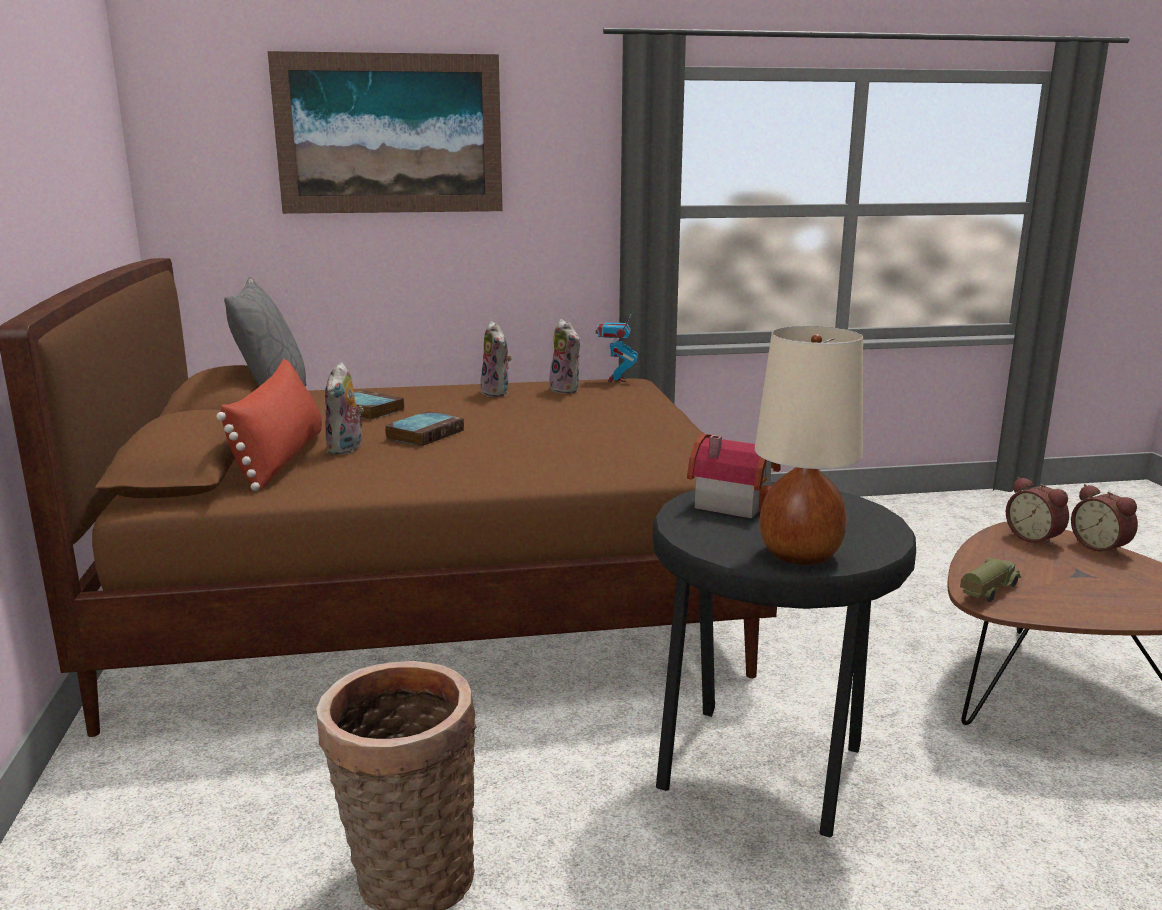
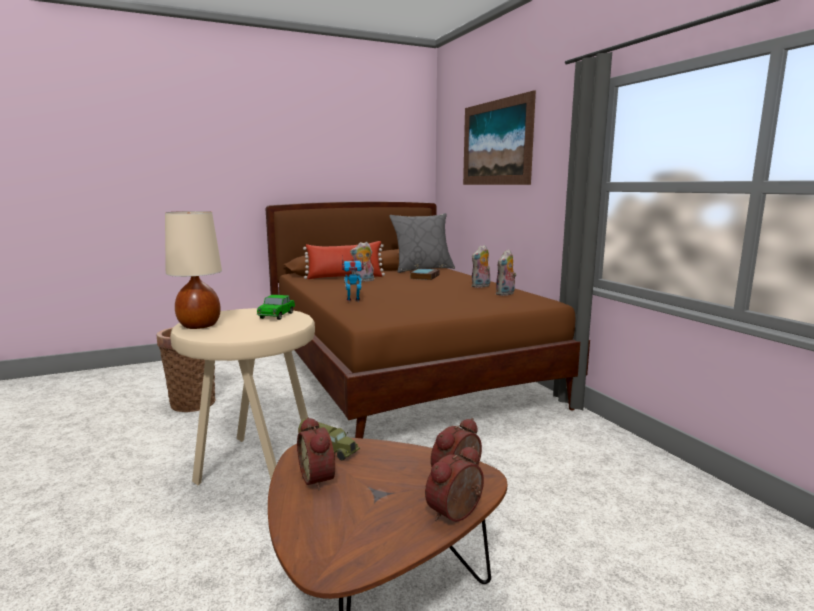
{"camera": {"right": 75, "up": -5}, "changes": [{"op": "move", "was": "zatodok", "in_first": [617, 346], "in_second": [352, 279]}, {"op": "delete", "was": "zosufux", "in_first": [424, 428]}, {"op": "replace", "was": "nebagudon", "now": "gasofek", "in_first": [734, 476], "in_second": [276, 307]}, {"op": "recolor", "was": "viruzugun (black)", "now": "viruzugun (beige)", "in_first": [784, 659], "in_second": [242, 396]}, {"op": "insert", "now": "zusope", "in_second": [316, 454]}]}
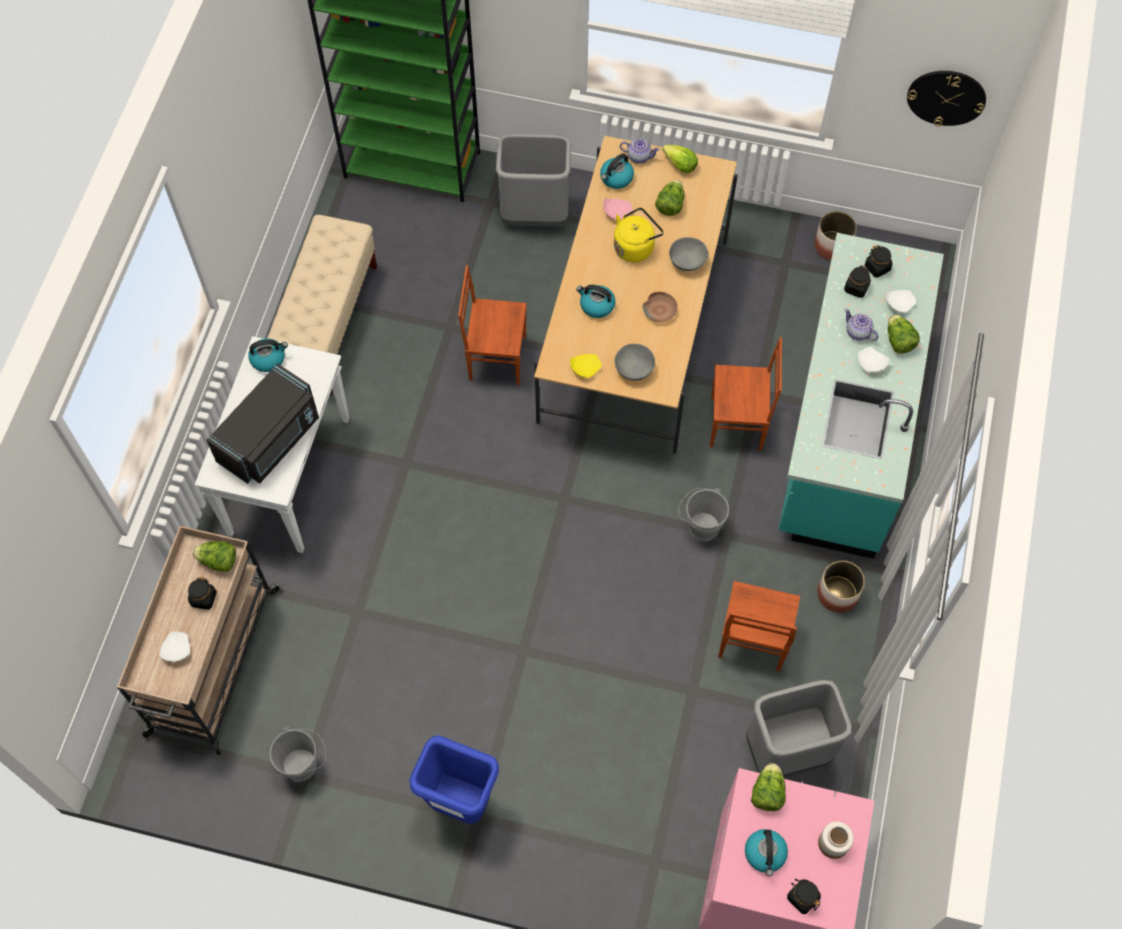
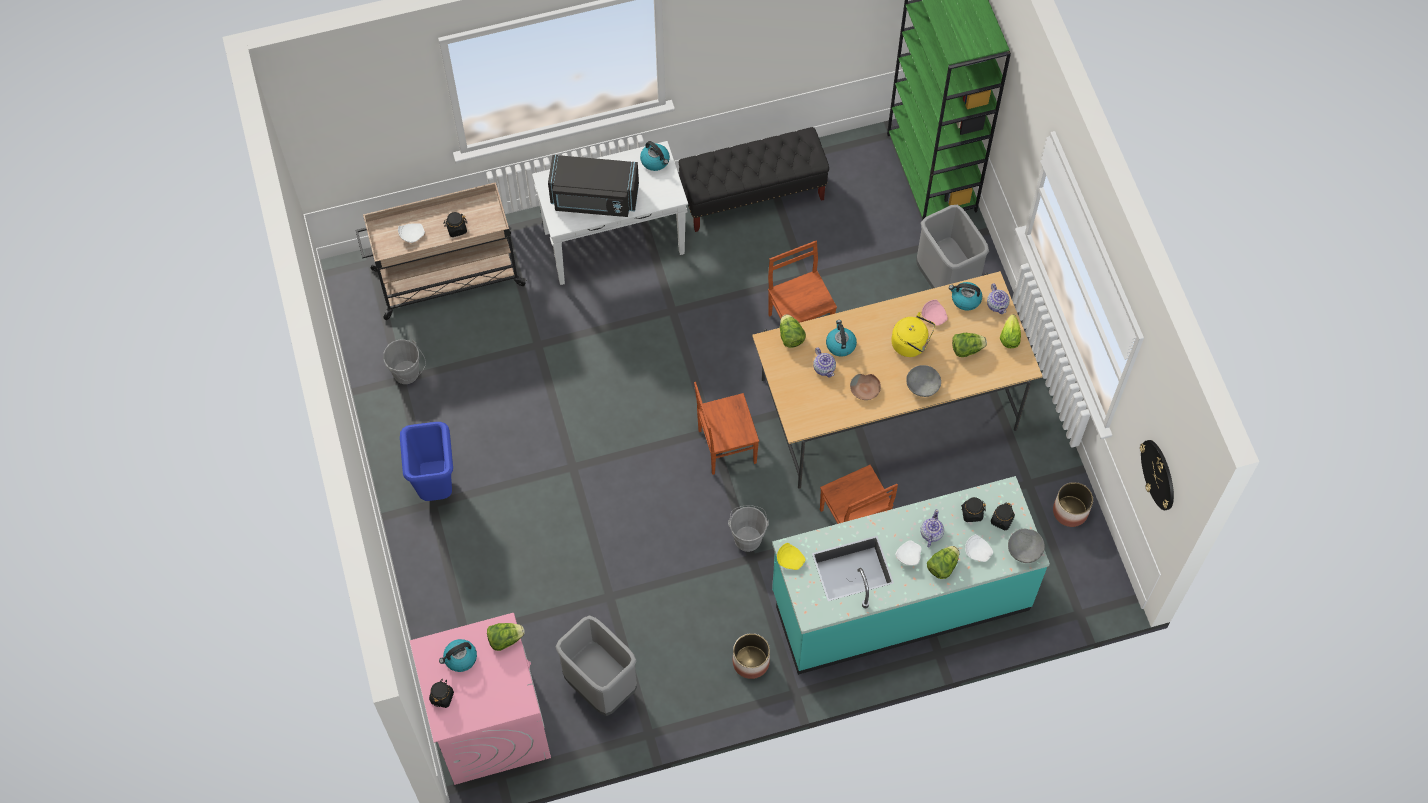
{"camera": {"right": 60, "up": 0}, "changes": [{"op": "recolor", "was": "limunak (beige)", "now": "limunak (black)", "in_first": [322, 305], "in_second": [754, 179]}, {"op": "move", "was": "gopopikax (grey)", "in_first": [634, 362], "in_second": [1026, 546]}, {"op": "move", "was": "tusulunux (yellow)", "in_first": [586, 366], "in_second": [791, 556]}, {"op": "move", "was": "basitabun", "in_first": [214, 556], "in_second": [793, 331]}, {"op": "move", "was": "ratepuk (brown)", "in_first": [759, 626], "in_second": [726, 428]}, {"op": "delete", "was": "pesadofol", "in_first": [836, 840]}, {"op": "insert", "now": "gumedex", "in_second": [824, 362]}]}
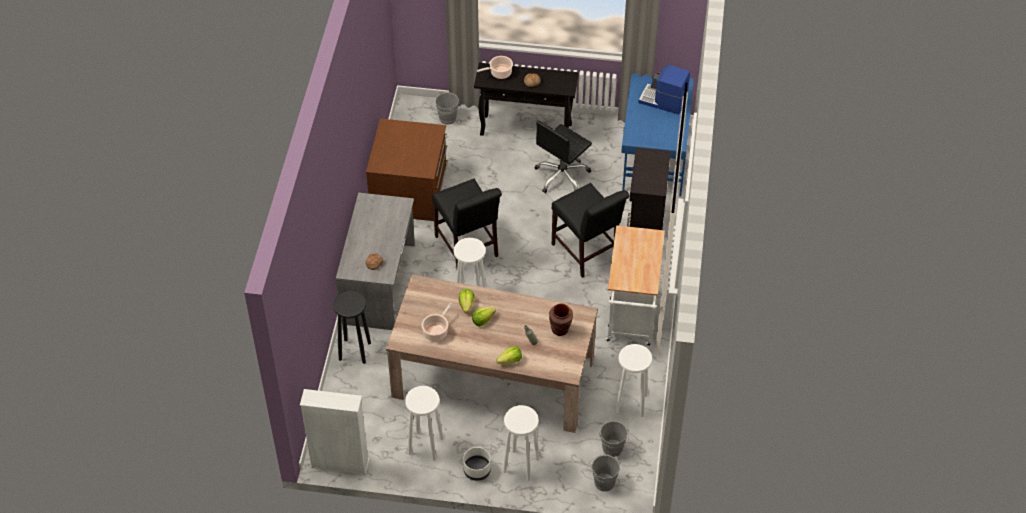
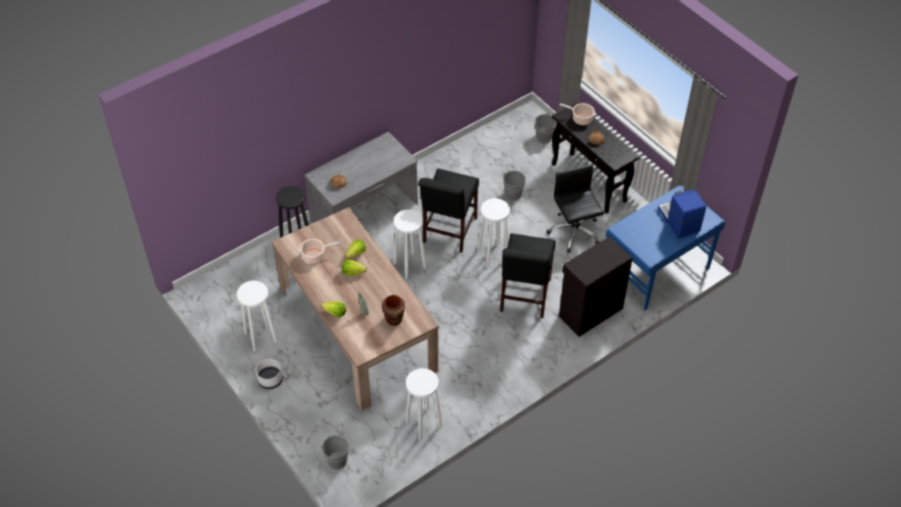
{"camera": {"right": 45, "up": 0}, "changes": [{"op": "delete", "was": "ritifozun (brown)", "in_first": [407, 169]}, {"op": "rotate", "was": "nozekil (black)", "in_first": [563, 157], "in_second": [575, 208], "clockwise": 75}, {"op": "delete", "was": "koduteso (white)", "in_first": [635, 285]}, {"op": "delete", "was": "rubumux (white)", "in_first": [335, 432]}, {"op": "move", "was": "viruzugun (white)", "in_first": [521, 443], "in_second": [493, 232]}, {"op": "move", "was": "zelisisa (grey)", "in_first": [614, 439], "in_second": [513, 185]}]}
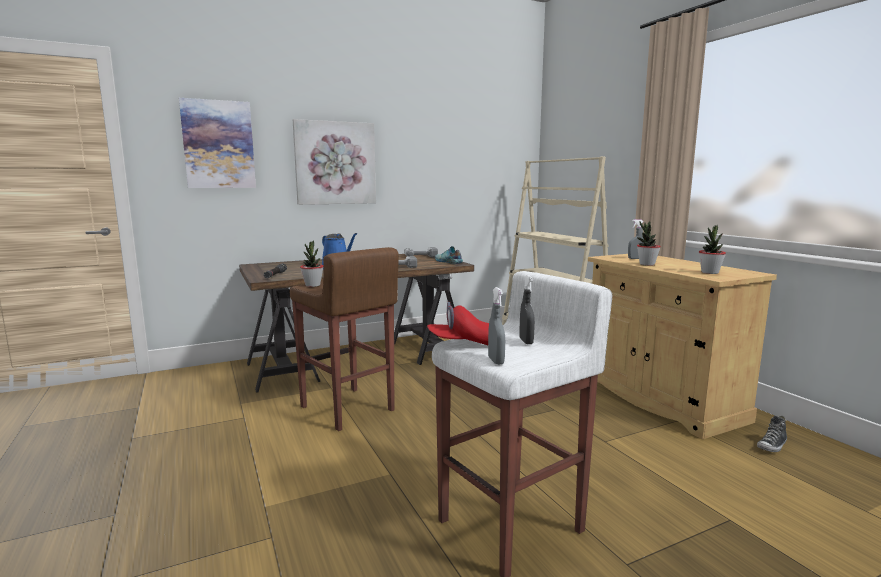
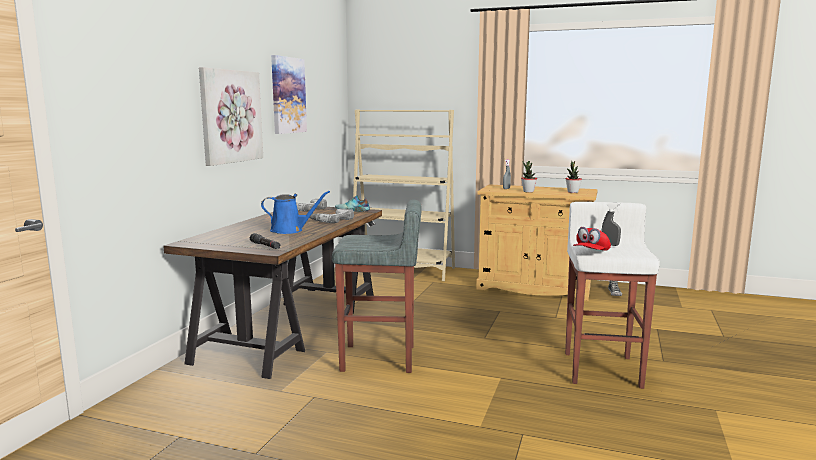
{"camera": {"right": -45, "up": 0}, "changes": [{"op": "move", "was": "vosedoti", "in_first": [217, 143], "in_second": [289, 94]}, {"op": "delete", "was": "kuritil", "in_first": [311, 263]}, {"op": "recolor", "was": "viruzugun (brown)", "now": "viruzugun (grey)", "in_first": [344, 339], "in_second": [377, 286]}, {"op": "delete", "was": "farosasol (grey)", "in_first": [496, 326]}]}
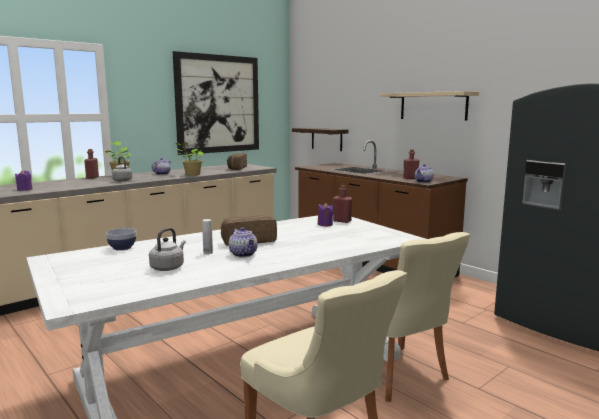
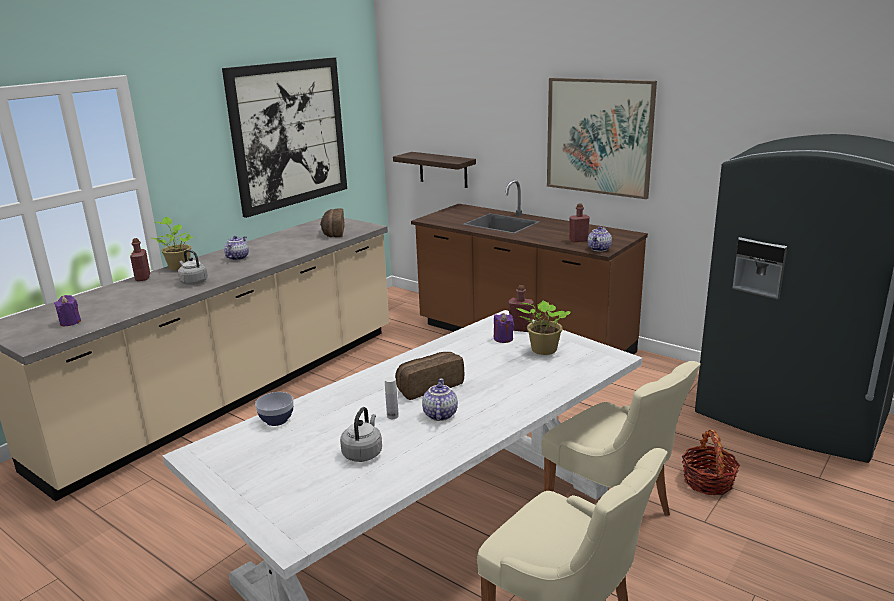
{"camera": {"right": -10, "up": 10}, "changes": [{"op": "replace", "was": "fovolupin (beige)", "now": "vosedoti", "in_first": [429, 106], "in_second": [602, 138]}, {"op": "move", "was": "kuritil", "in_first": [189, 159], "in_second": [543, 328]}, {"op": "rotate", "was": "gumedex", "in_first": [243, 242], "in_second": [440, 399], "clockwise": -135}, {"op": "insert", "now": "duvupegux", "in_second": [711, 462]}]}
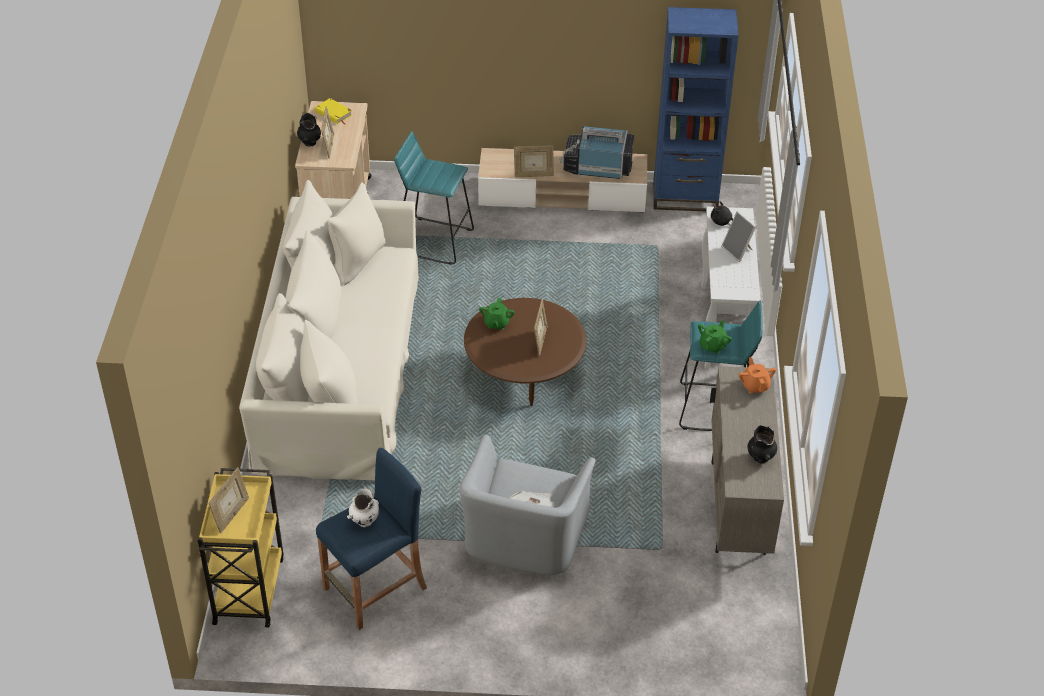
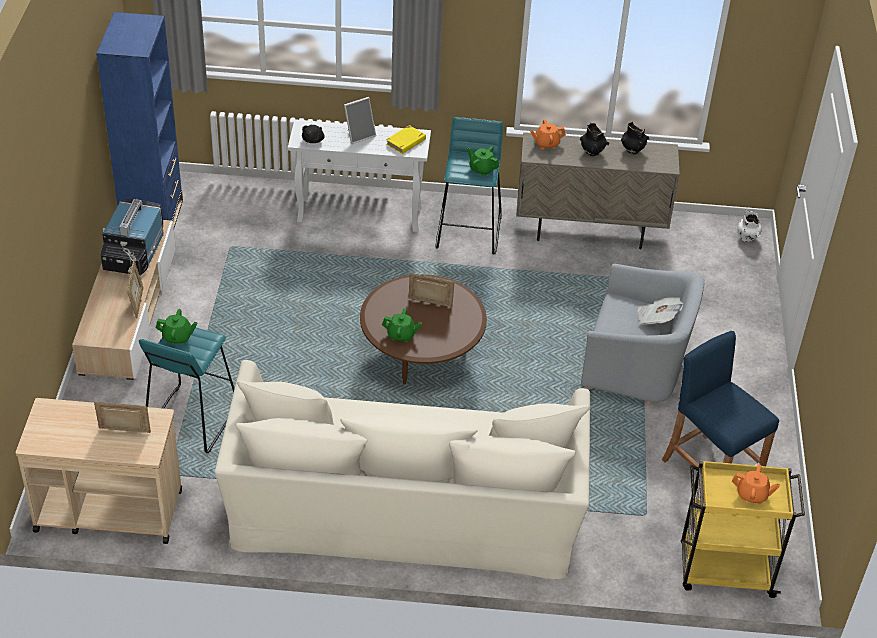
{"camera": {"right": -90, "up": 0}, "changes": [{"op": "move", "was": "zosufux (yellow)", "in_first": [333, 111], "in_second": [406, 139]}, {"op": "move", "was": "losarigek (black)", "in_first": [309, 130], "in_second": [594, 139]}, {"op": "replace", "was": "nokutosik", "now": "gumedex (orange)", "in_first": [229, 500], "in_second": [756, 484]}, {"op": "move", "was": "losarigek (white)", "in_first": [363, 507], "in_second": [749, 226]}, {"op": "insert", "now": "gumedex (green)", "in_second": [176, 326]}]}
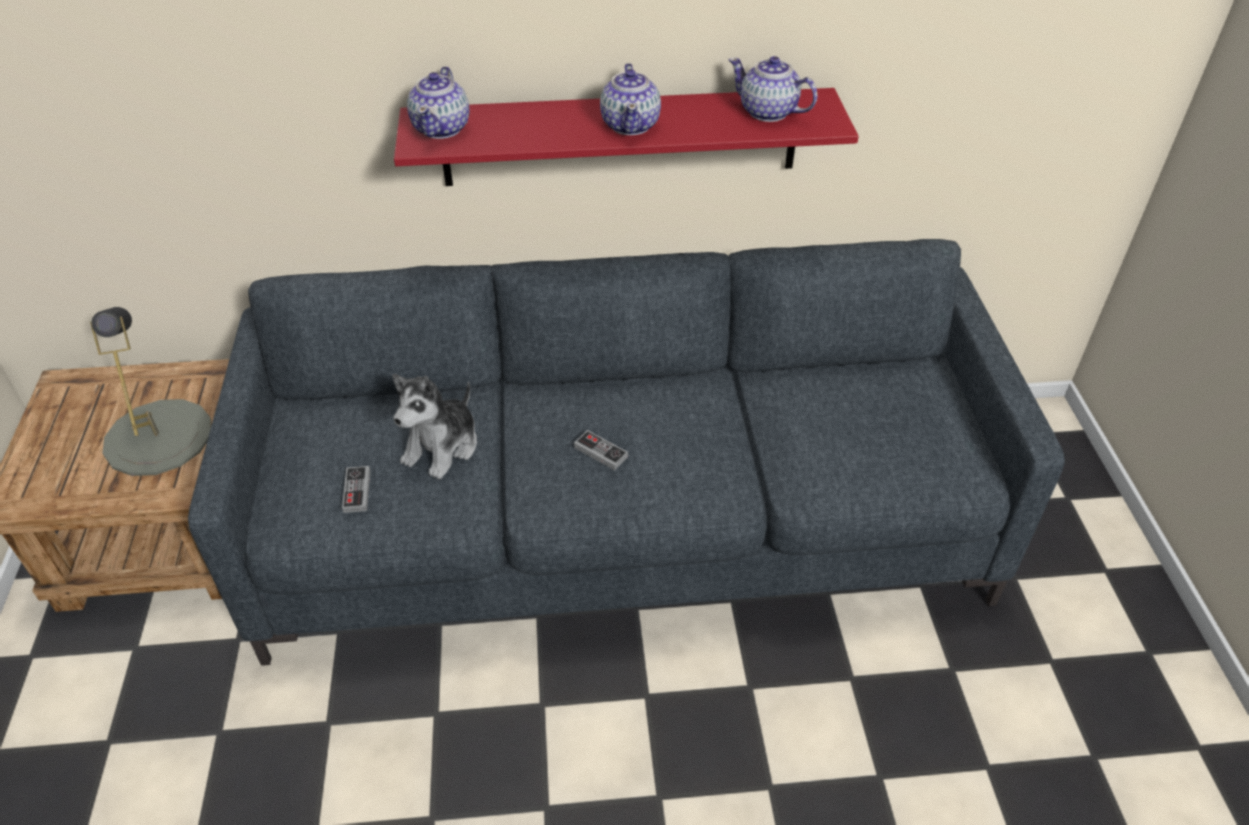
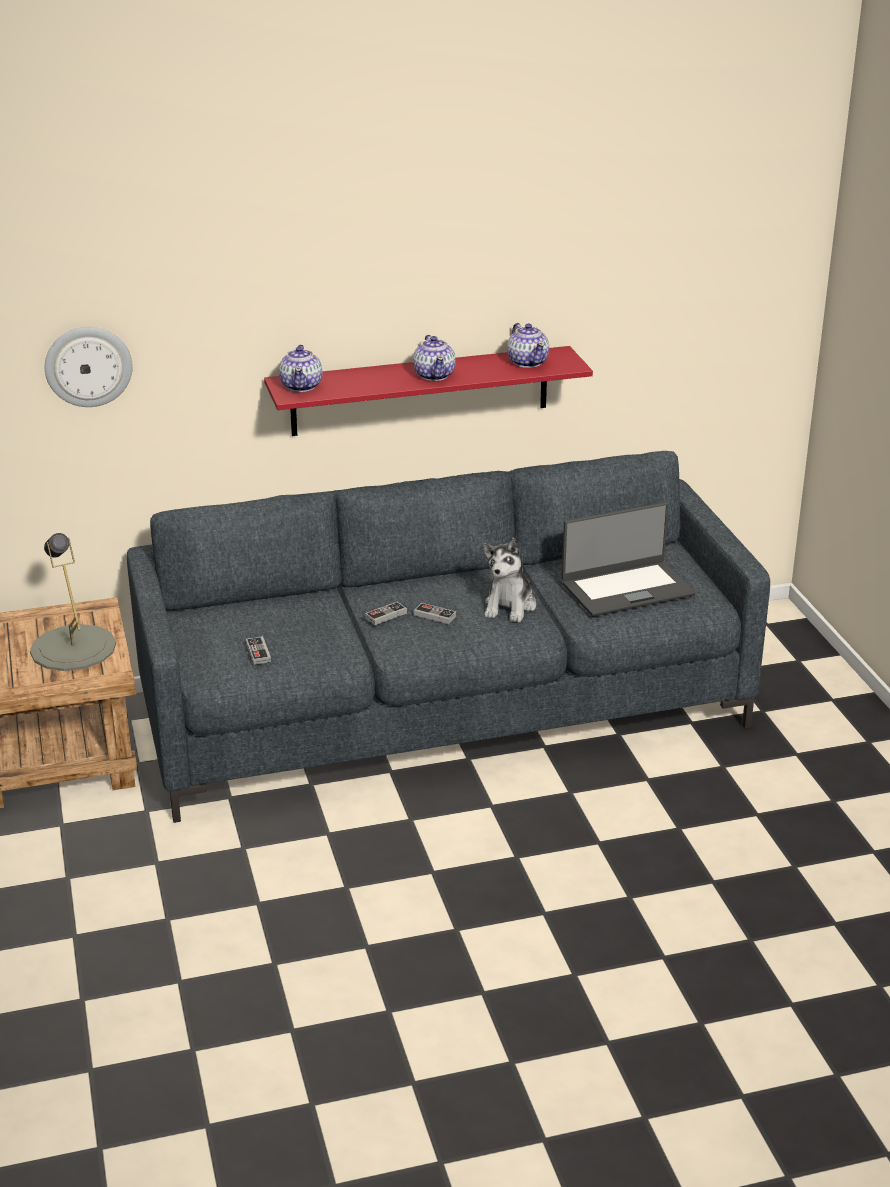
{"camera": {"right": -10, "up": -15}, "changes": [{"op": "rotate", "was": "gumedex", "in_first": [773, 89], "in_second": [528, 345], "clockwise": -135}, {"op": "move", "was": "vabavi", "in_first": [434, 426], "in_second": [509, 580]}, {"op": "insert", "now": "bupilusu", "in_second": [89, 367]}, {"op": "insert", "now": "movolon", "in_second": [628, 559]}, {"op": "insert", "now": "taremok", "in_second": [386, 613]}]}
